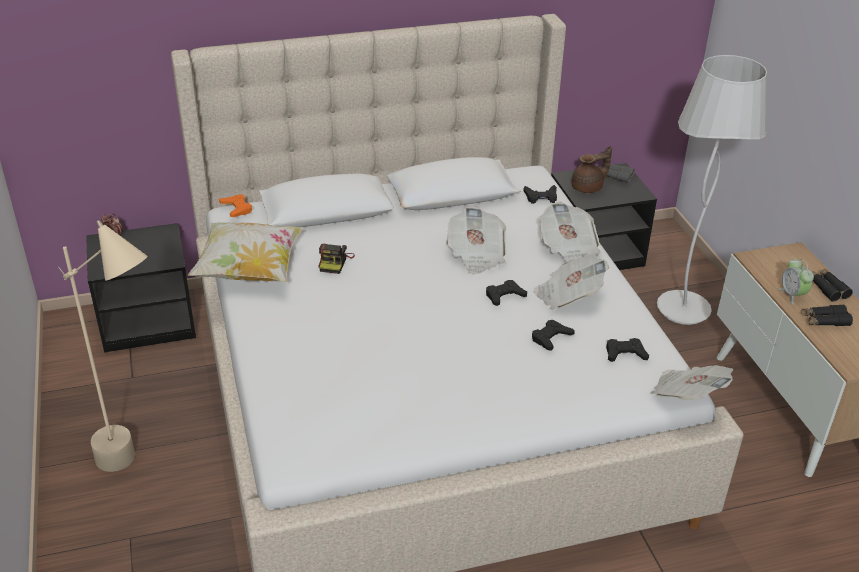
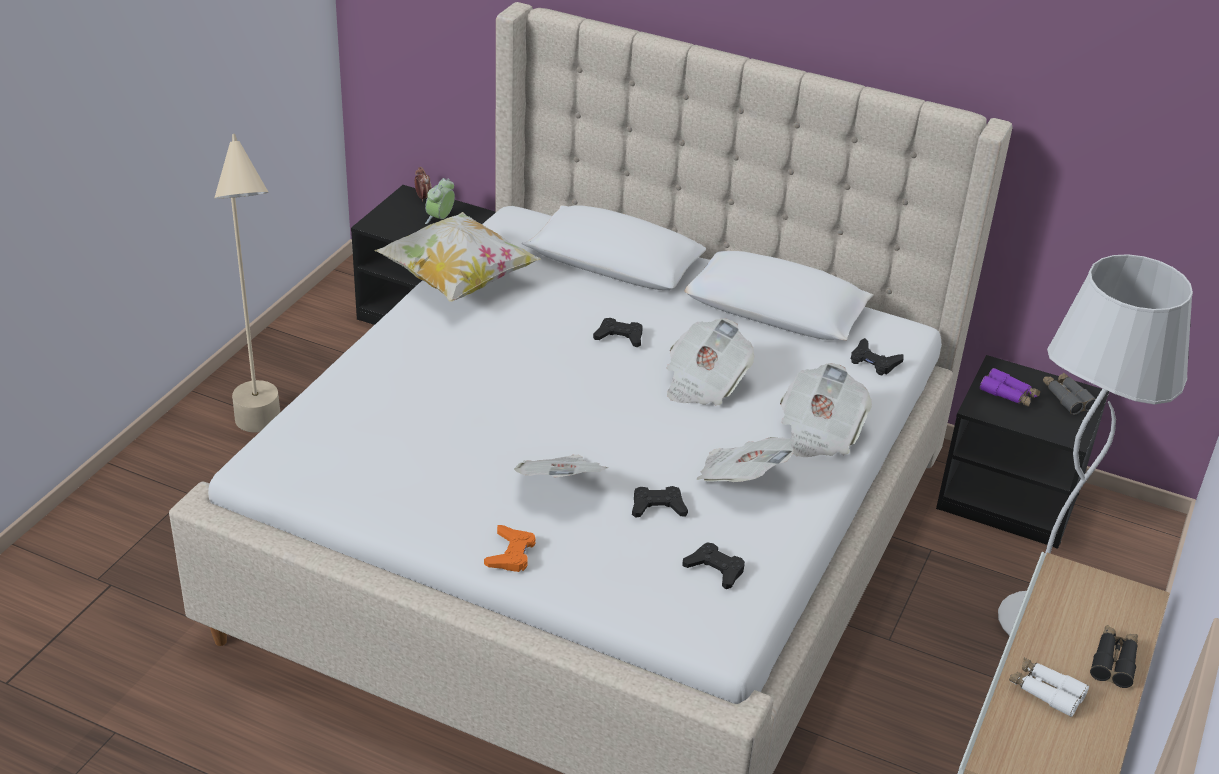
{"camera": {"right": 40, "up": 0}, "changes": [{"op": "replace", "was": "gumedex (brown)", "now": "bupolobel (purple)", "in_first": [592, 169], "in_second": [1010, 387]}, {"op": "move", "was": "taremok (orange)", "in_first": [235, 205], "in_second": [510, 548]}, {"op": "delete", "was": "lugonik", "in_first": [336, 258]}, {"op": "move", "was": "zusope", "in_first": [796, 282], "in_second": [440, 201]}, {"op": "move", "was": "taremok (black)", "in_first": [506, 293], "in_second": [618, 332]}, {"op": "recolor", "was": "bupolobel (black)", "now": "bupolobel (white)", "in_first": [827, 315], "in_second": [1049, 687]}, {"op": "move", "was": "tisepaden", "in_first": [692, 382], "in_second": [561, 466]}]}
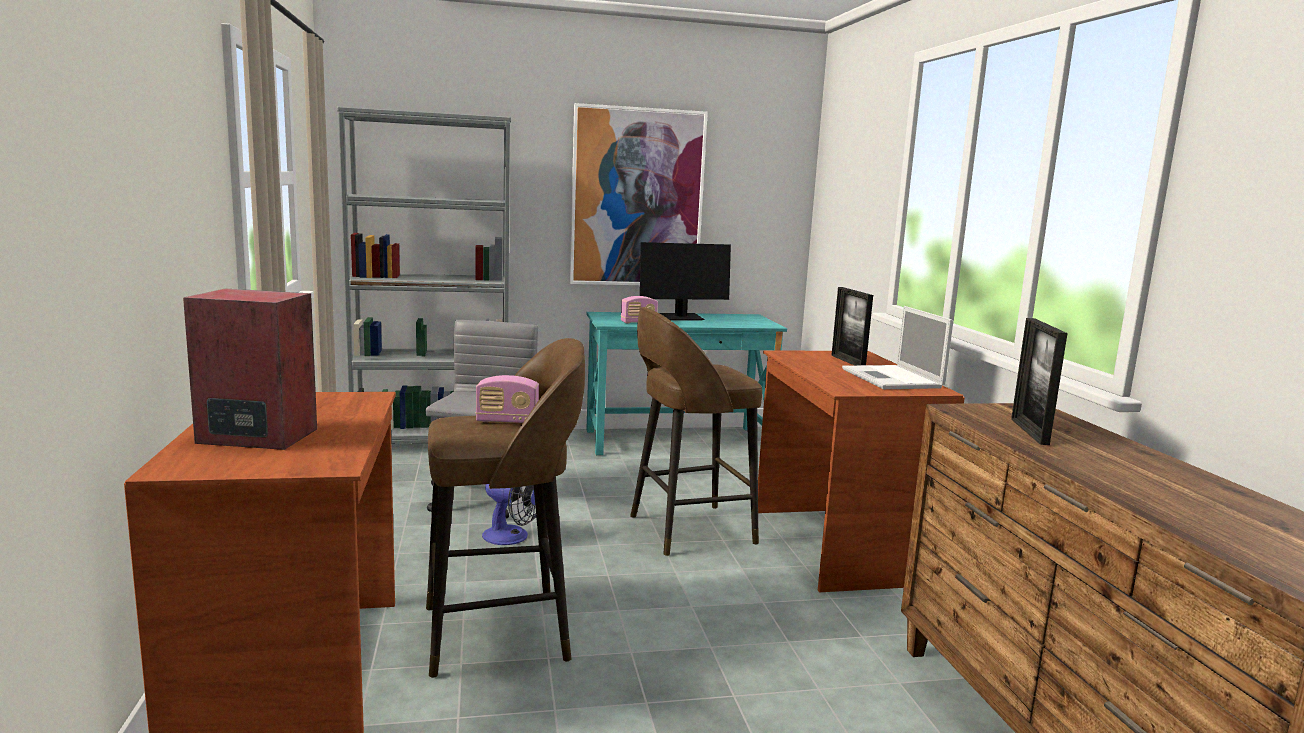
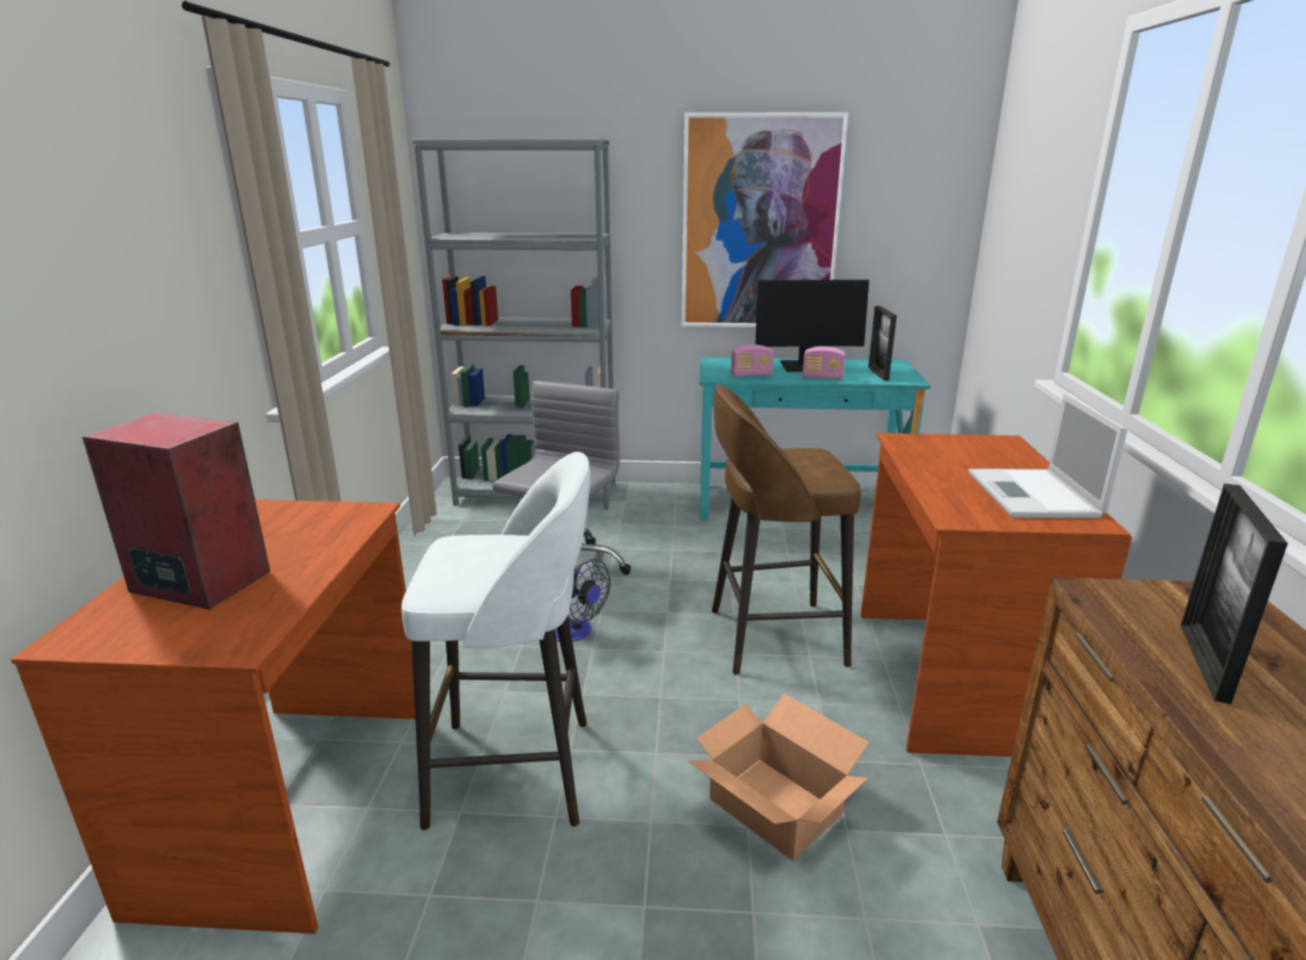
{"camera": {"right": 15, "up": 10}, "changes": [{"op": "move", "was": "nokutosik", "in_first": [852, 326], "in_second": [882, 343]}, {"op": "recolor", "was": "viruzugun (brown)", "now": "viruzugun (white)", "in_first": [505, 508], "in_second": [495, 641]}, {"op": "move", "was": "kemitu", "in_first": [507, 399], "in_second": [823, 363]}, {"op": "insert", "now": "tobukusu", "in_second": [778, 777]}]}
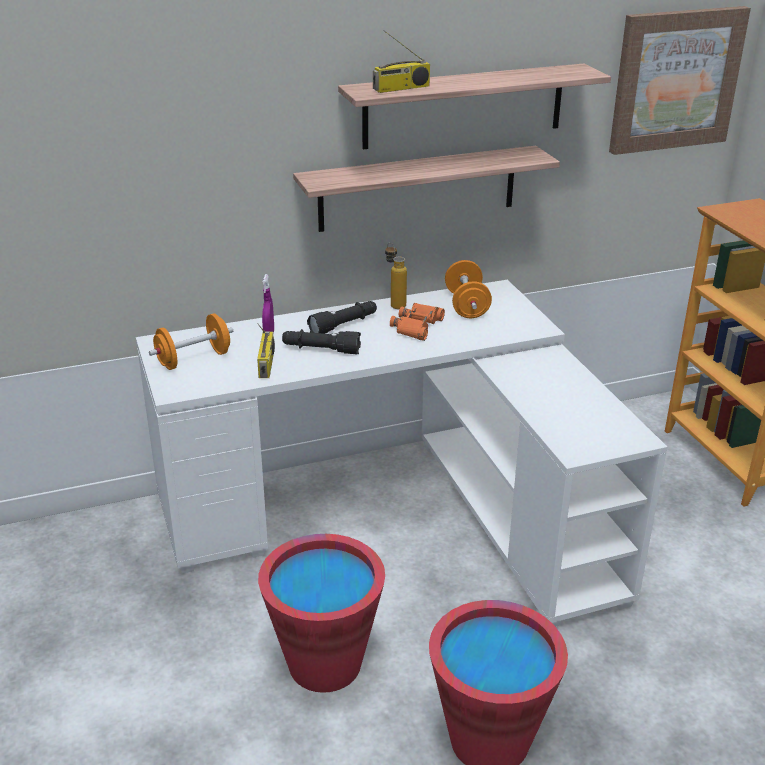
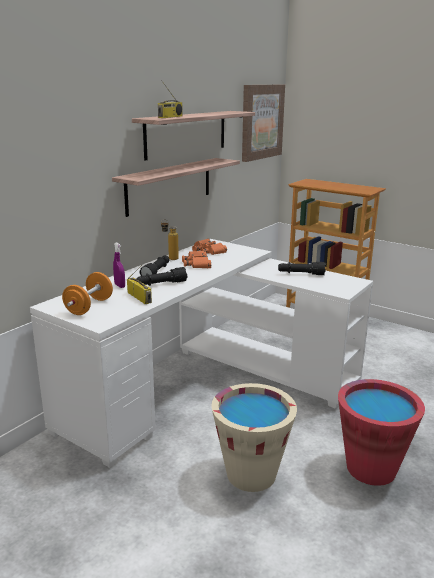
{"camera": {"right": -35, "up": -10}, "changes": [{"op": "replace", "was": "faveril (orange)", "now": "bupolobel (orange)", "in_first": [468, 289], "in_second": [209, 247]}, {"op": "recolor", "was": "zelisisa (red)", "now": "zelisisa (beige)", "in_first": [321, 613], "in_second": [254, 437]}, {"op": "insert", "now": "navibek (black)", "in_second": [302, 268]}]}
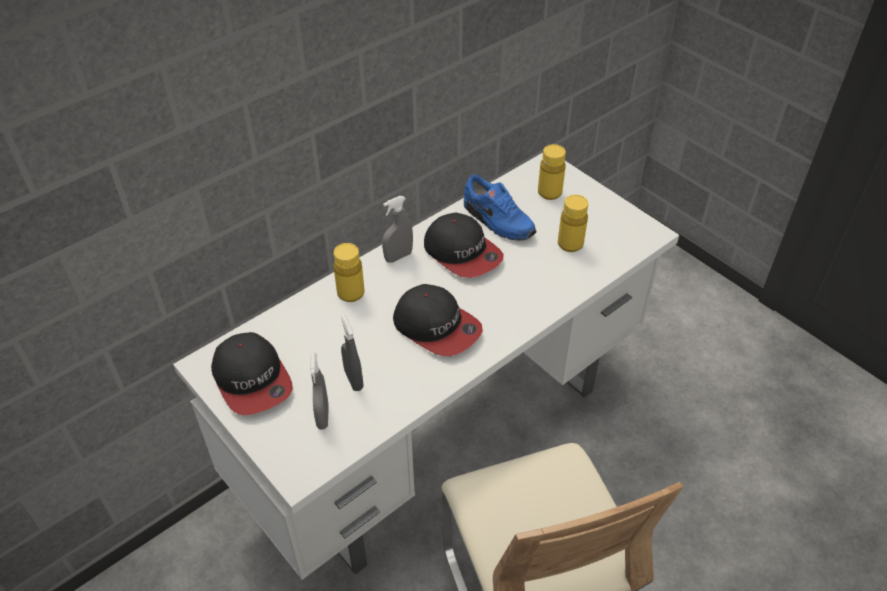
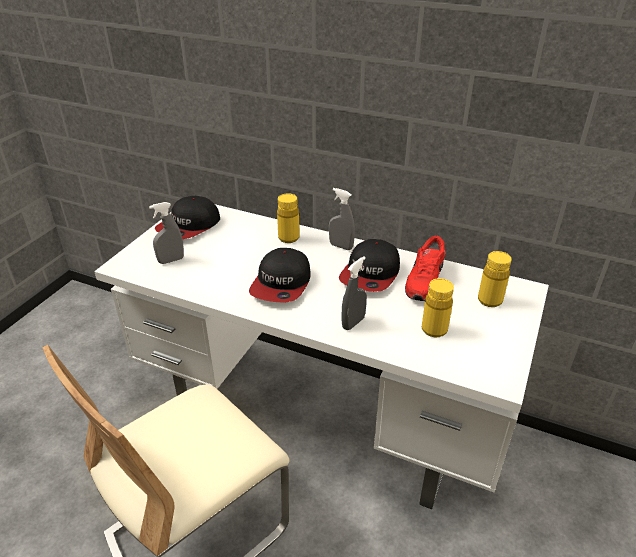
{"camera": {"right": 65, "up": -10}, "changes": [{"op": "recolor", "was": "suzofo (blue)", "now": "suzofo (red)", "in_first": [500, 207], "in_second": [425, 268]}, {"op": "move", "was": "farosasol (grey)", "in_first": [351, 351], "in_second": [354, 293]}]}
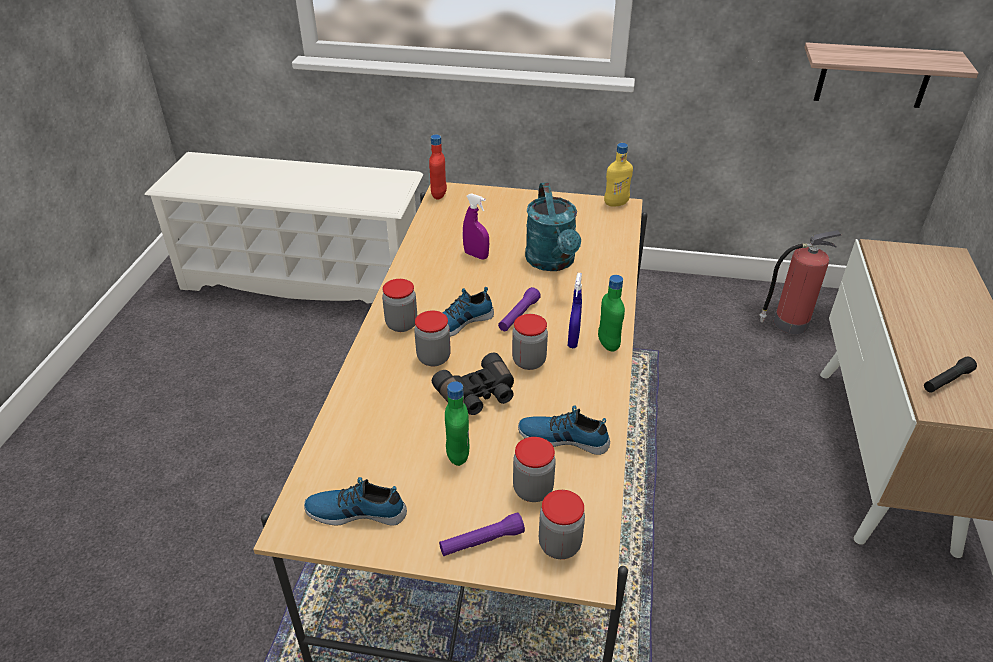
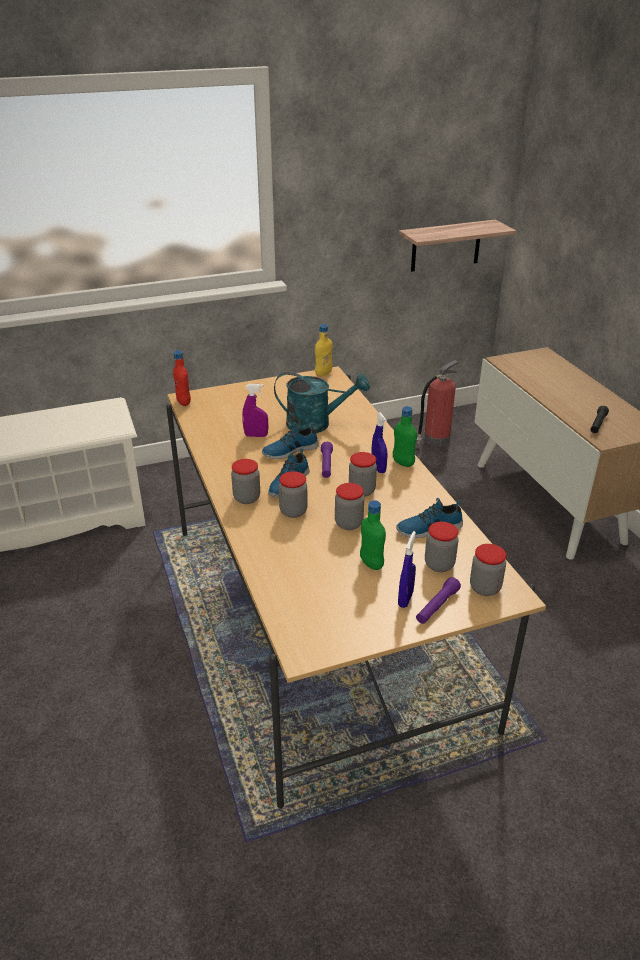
{"camera": {"right": -30, "up": -5}, "changes": [{"op": "rotate", "was": "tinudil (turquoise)", "in_first": [553, 226], "in_second": [322, 402], "clockwise": -45}, {"op": "replace", "was": "bupolobel (black)", "now": "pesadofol", "in_first": [473, 383], "in_second": [349, 506]}, {"op": "move", "was": "suzofo", "in_first": [355, 501], "in_second": [290, 440]}, {"op": "insert", "now": "farosasol (blue)", "in_second": [407, 569]}]}
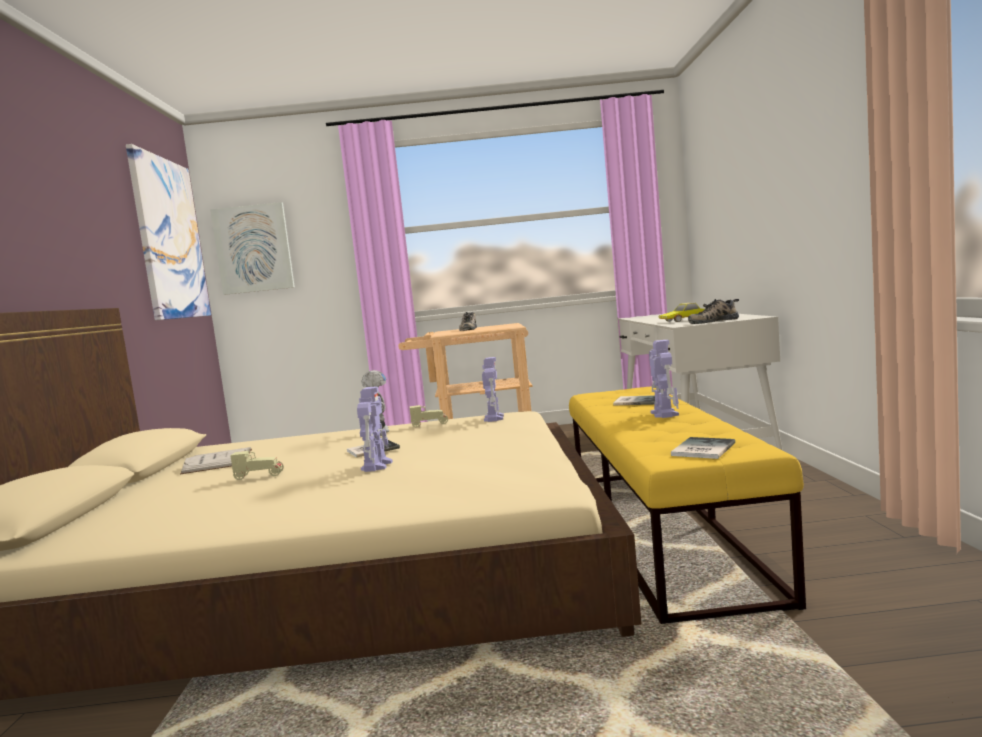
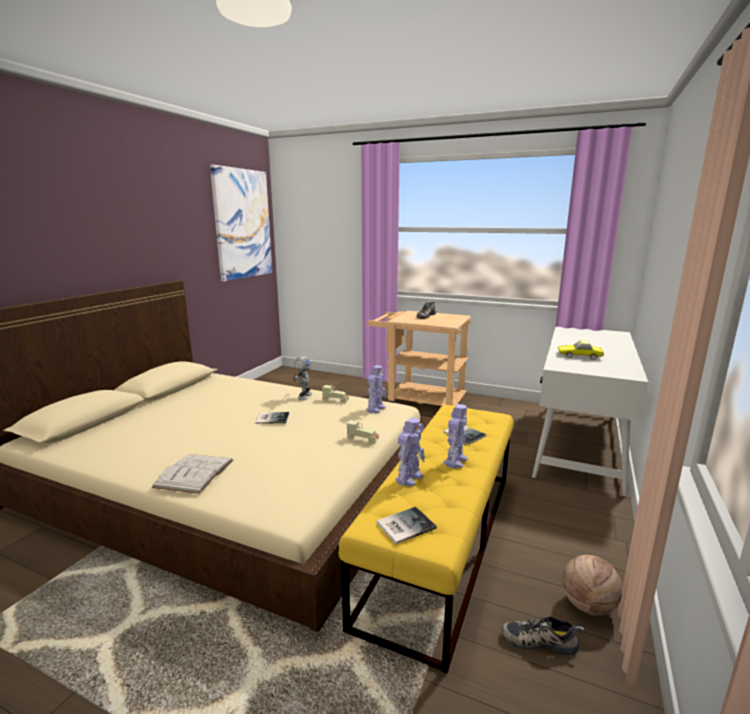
{"camera": {"right": 25, "up": 10}, "changes": [{"op": "delete", "was": "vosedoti", "in_first": [252, 248]}, {"op": "move", "was": "suzofo", "in_first": [713, 311], "in_second": [542, 636]}, {"op": "move", "was": "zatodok", "in_first": [375, 429], "in_second": [410, 451]}, {"op": "move", "was": "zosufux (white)", "in_first": [216, 460], "in_second": [192, 474]}, {"op": "move", "was": "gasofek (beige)", "in_first": [257, 465], "in_second": [363, 432]}, {"op": "insert", "now": "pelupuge", "in_second": [592, 585]}]}
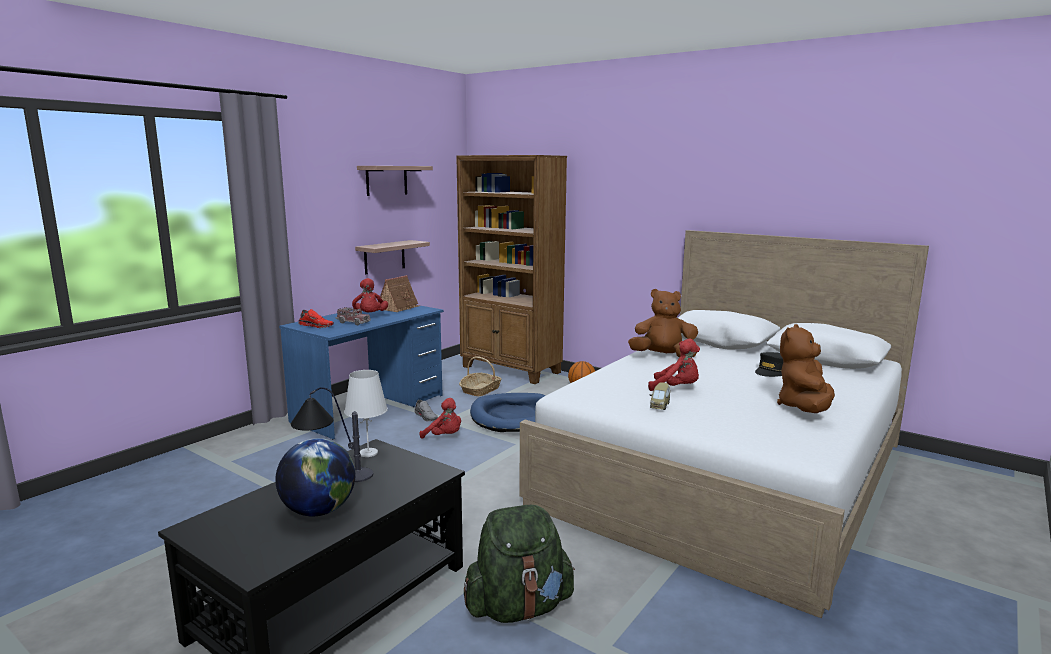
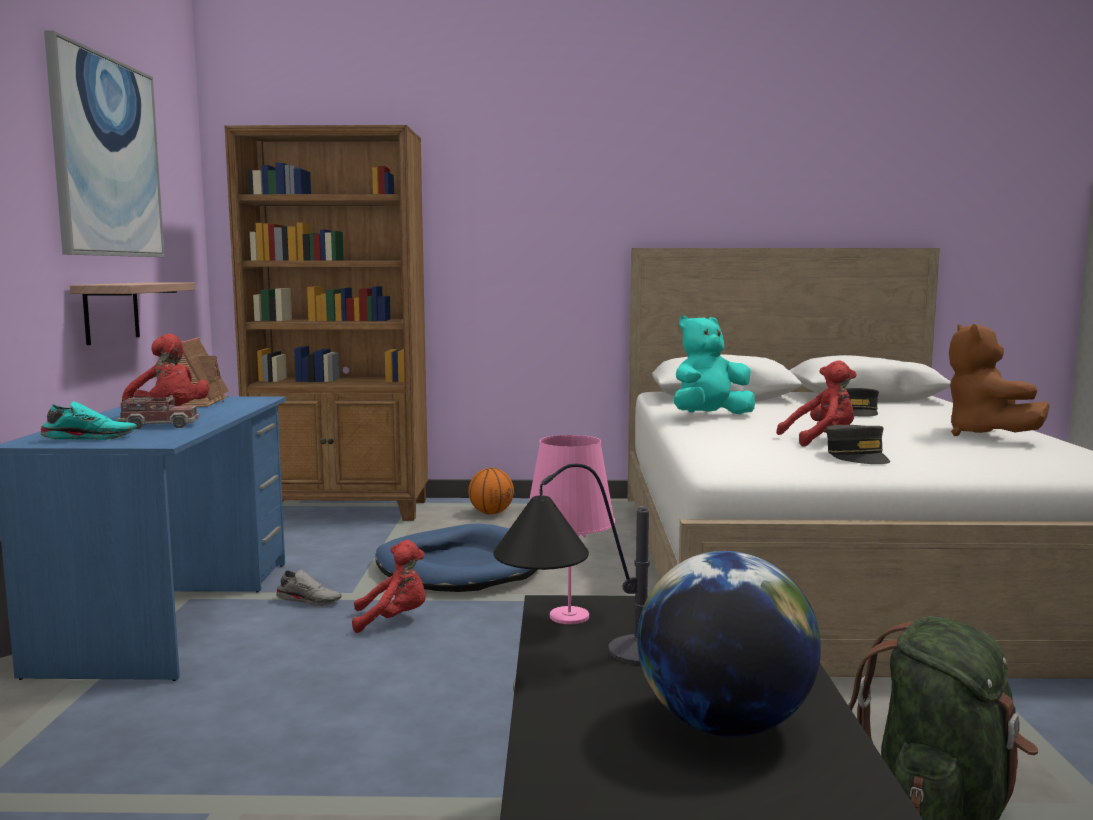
{"camera": {"right": -35, "up": -5}, "changes": [{"op": "replace", "was": "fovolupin", "now": "vosedoti", "in_first": [395, 181], "in_second": [104, 143]}, {"op": "recolor", "was": "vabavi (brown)", "now": "vabavi (turquoise)", "in_first": [663, 323], "in_second": [714, 365]}, {"op": "recolor", "was": "suzofo (red)", "now": "suzofo (turquoise)", "in_first": [316, 318], "in_second": [88, 420]}, {"op": "delete", "was": "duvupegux", "in_first": [480, 376]}, {"op": "recolor", "was": "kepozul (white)", "now": "kepozul (pink)", "in_first": [366, 413], "in_second": [572, 529]}, {"op": "replace", "was": "gasofek", "now": "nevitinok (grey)", "in_first": [659, 396], "in_second": [858, 444]}]}
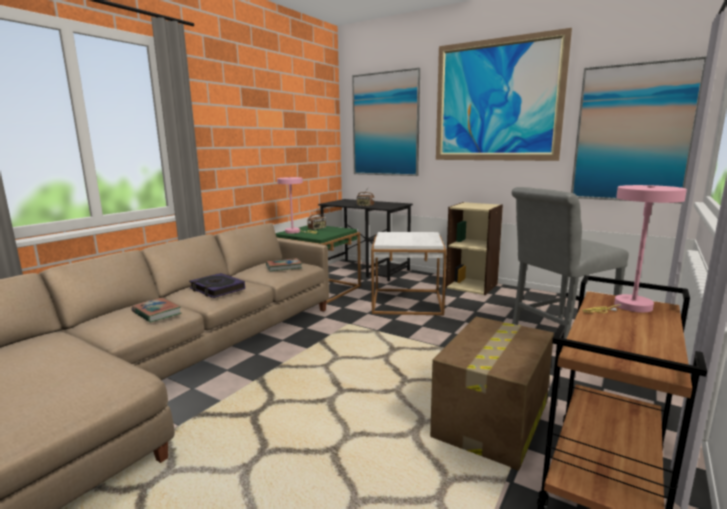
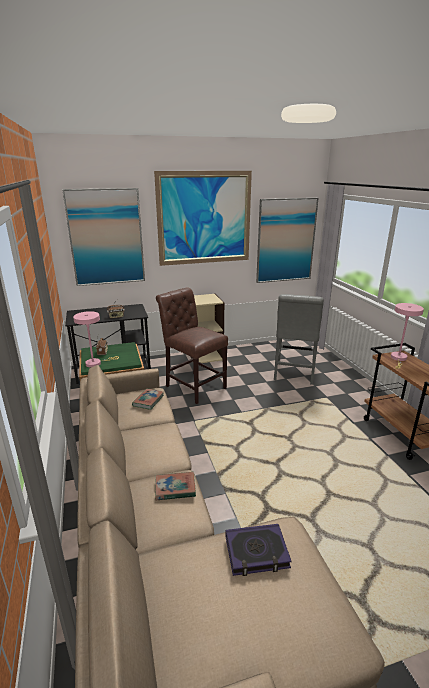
{"camera": {"right": -50, "up": 10}, "changes": [{"op": "replace", "was": "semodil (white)", "now": "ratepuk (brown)", "in_first": [409, 273], "in_second": [192, 345]}, {"op": "move", "was": "zosufux", "in_first": [217, 285], "in_second": [258, 550]}, {"op": "delete", "was": "tobukusu", "in_first": [492, 394]}]}
